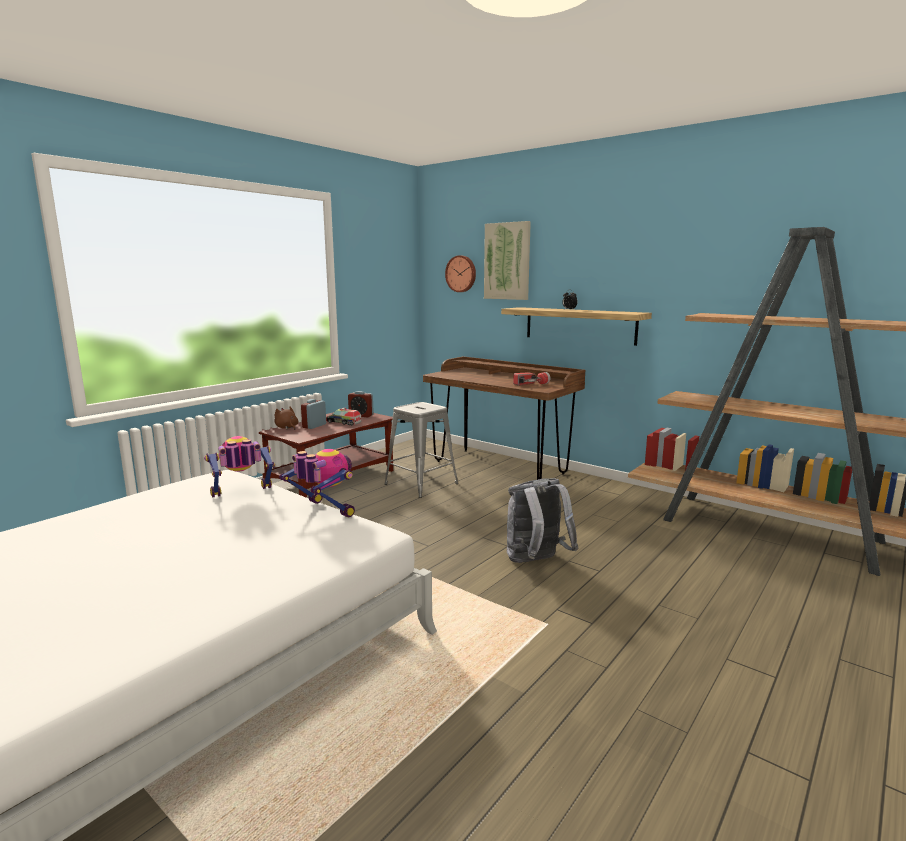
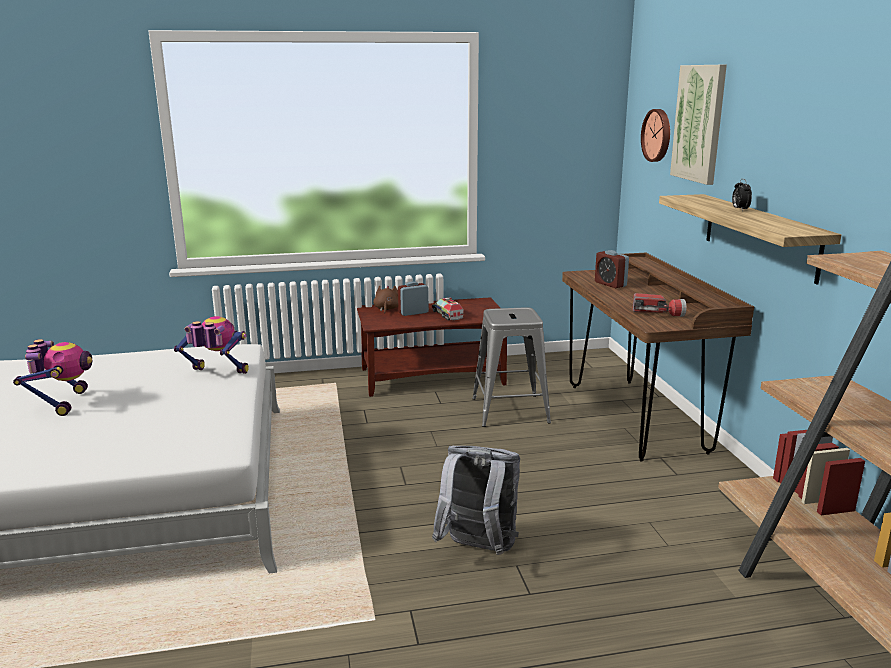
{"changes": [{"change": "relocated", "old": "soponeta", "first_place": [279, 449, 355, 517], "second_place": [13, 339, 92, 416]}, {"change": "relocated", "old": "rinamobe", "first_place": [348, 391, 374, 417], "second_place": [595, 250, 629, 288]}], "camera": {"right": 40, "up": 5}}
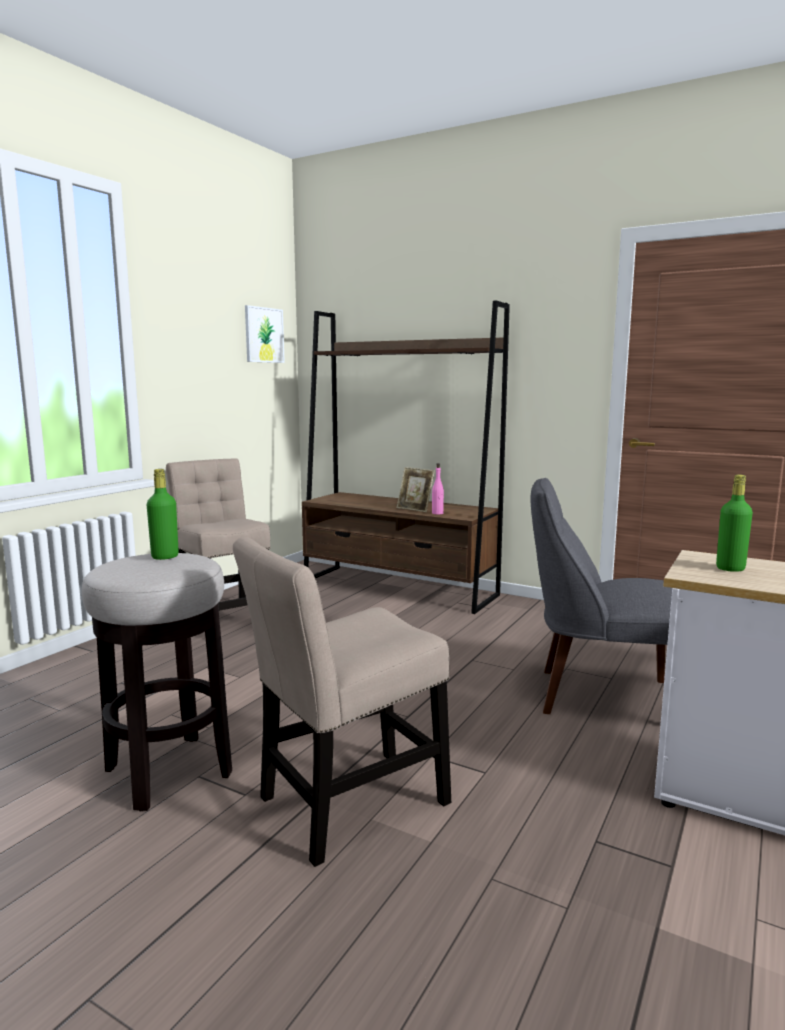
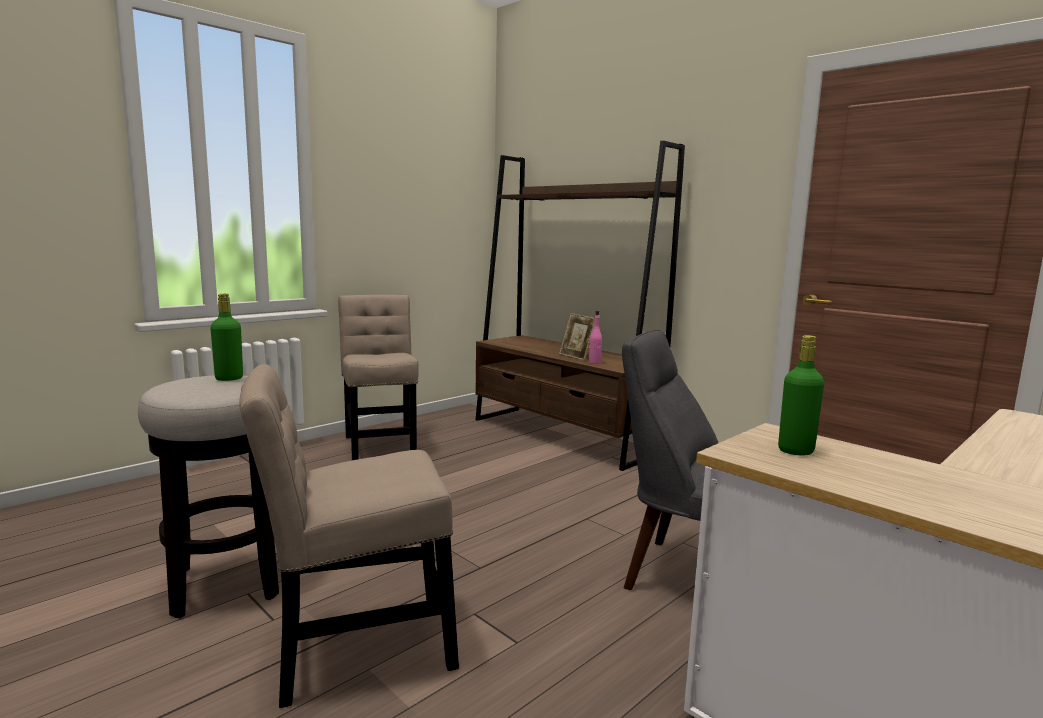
{"changes": [{"change": "missing", "old": "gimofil", "first_place": [245, 305, 285, 363]}], "camera": {"right": 15, "up": 0}}
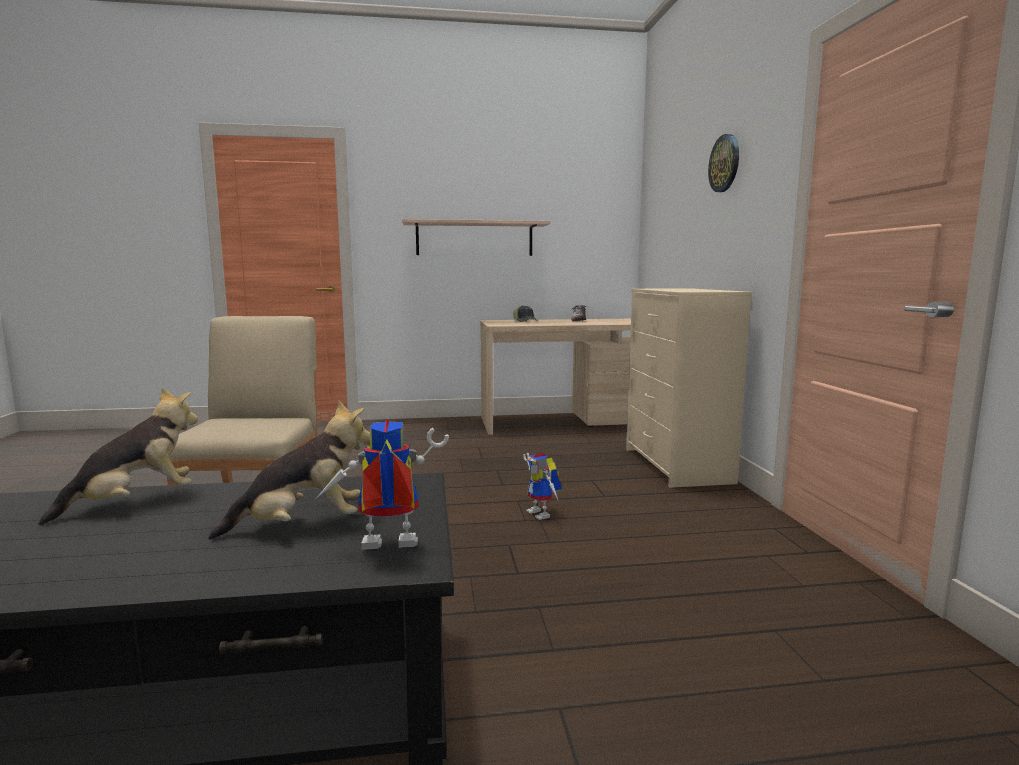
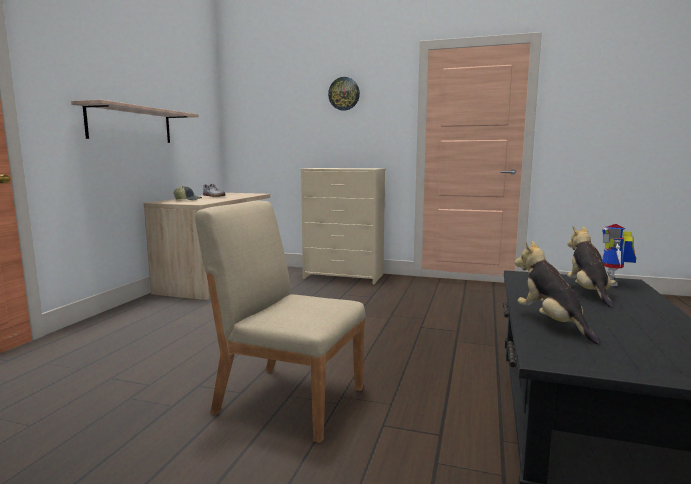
{"changes": [{"change": "missing", "old": "soponeta", "first_place": [523, 453, 562, 520]}], "camera": {"right": -65, "up": 0}}
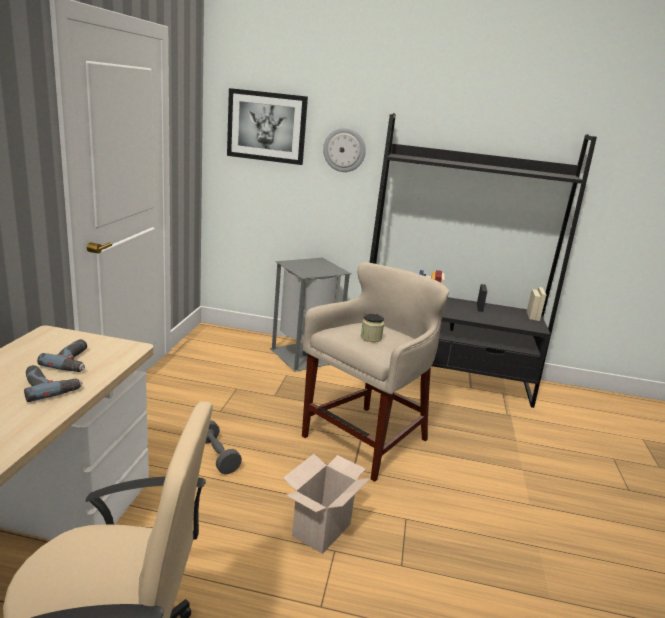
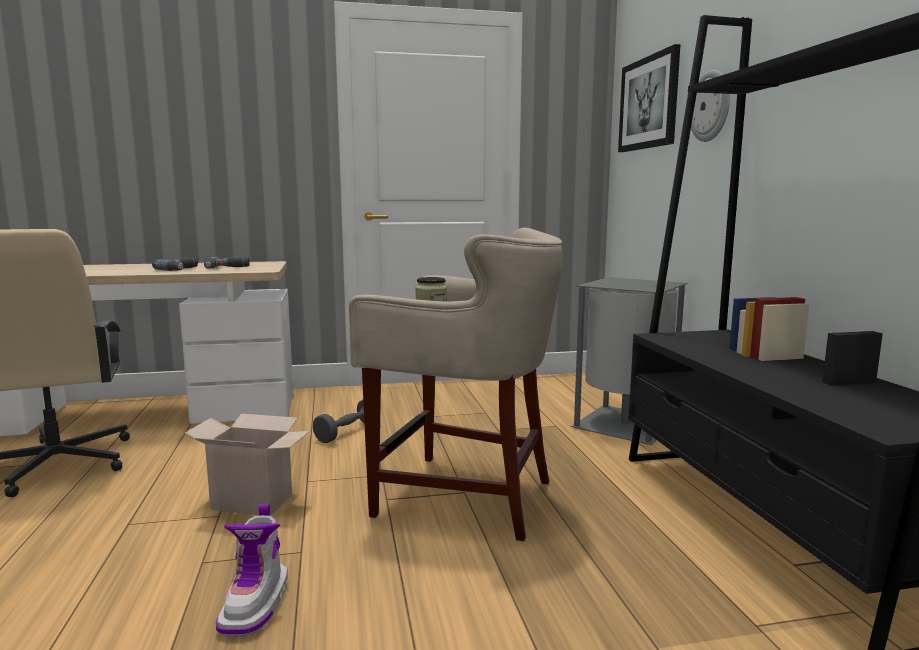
{"changes": [{"change": "appeared", "new": "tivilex", "second_place": [216, 504, 288, 637]}], "camera": {"right": 70, "up": -10}}
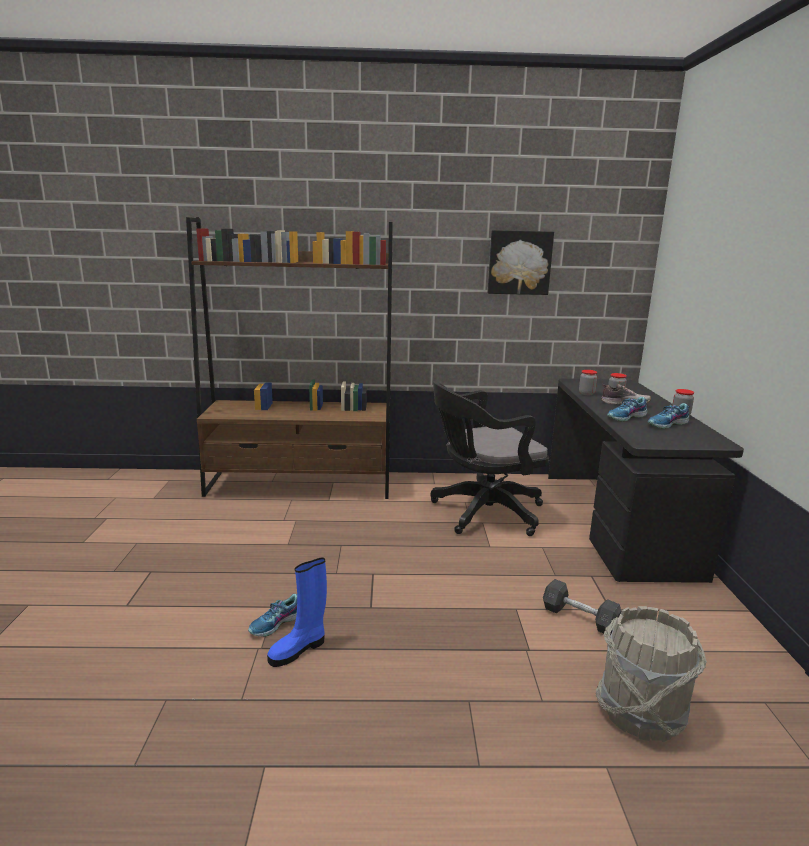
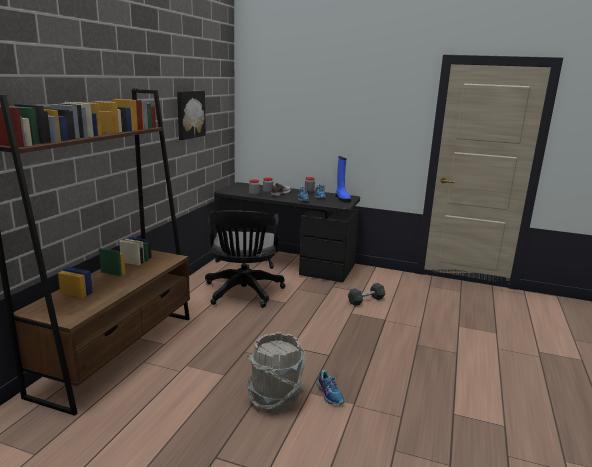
{"changes": [{"change": "relocated", "old": "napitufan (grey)", "first_place": [596, 606, 707, 742], "second_place": [247, 332, 306, 413]}, {"change": "relocated", "old": "tivilex (blue)", "first_place": [267, 557, 327, 667], "second_place": [336, 156, 351, 203]}], "camera": {"right": -70, "up": 0}}
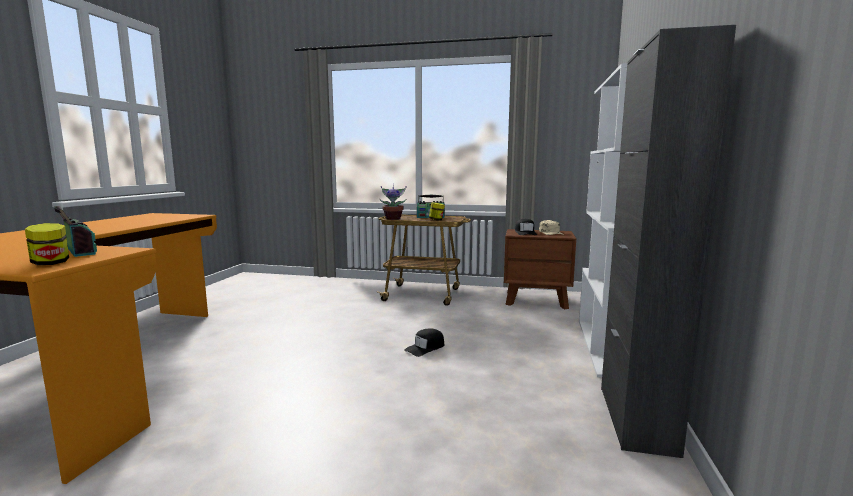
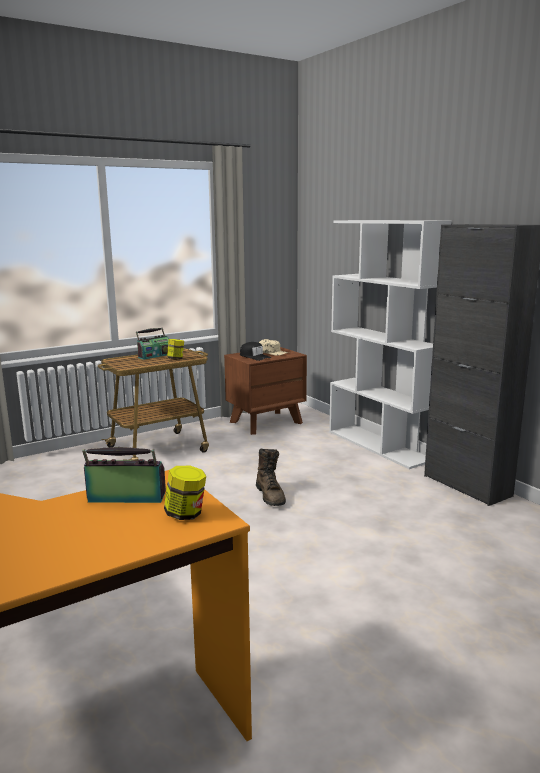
{"changes": [{"change": "exchanged", "old": "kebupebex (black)", "new": "tivilex (brown)", "first_place": [404, 328, 444, 357], "second_place": [256, 449, 286, 506]}, {"change": "missing", "old": "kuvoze", "first_place": [380, 186, 407, 220]}], "camera": {"right": -45, "up": 5}}
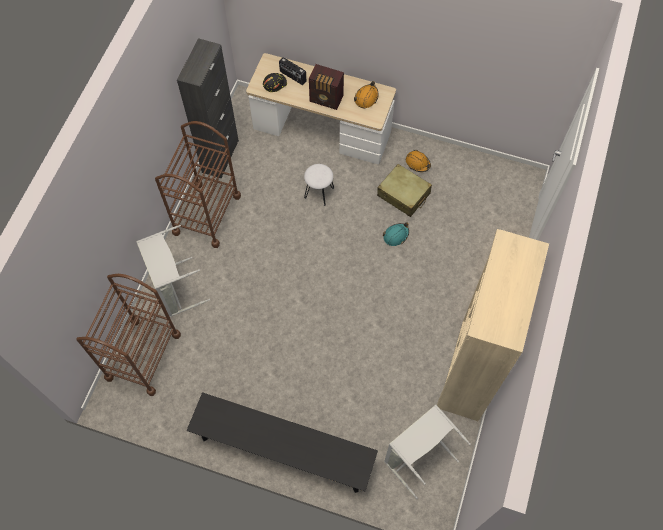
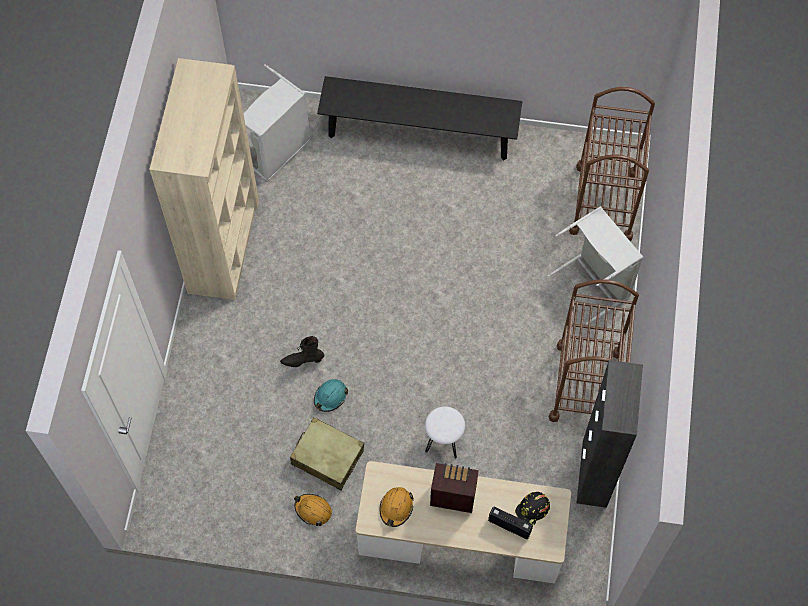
{"changes": [{"change": "appeared", "new": "tivilex (black)", "second_place": [280, 336, 324, 367]}], "camera": {"right": 170, "up": 0}}
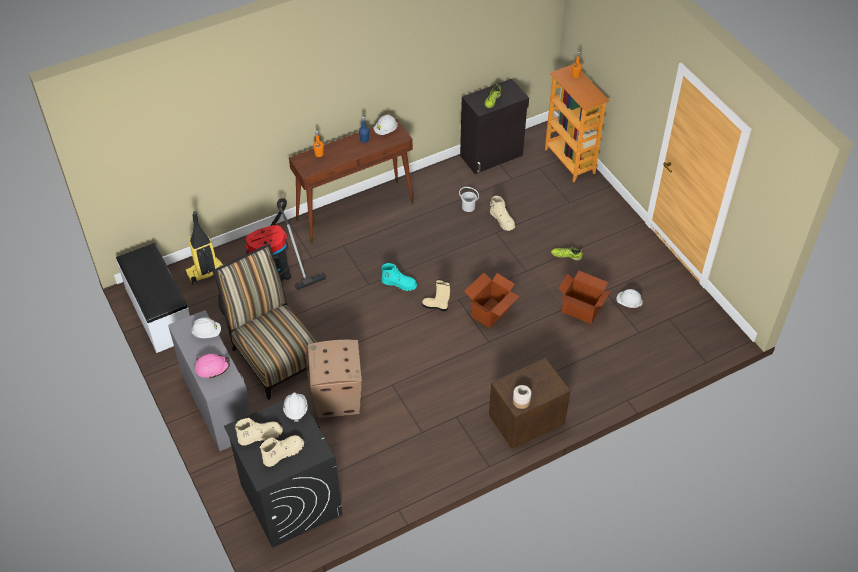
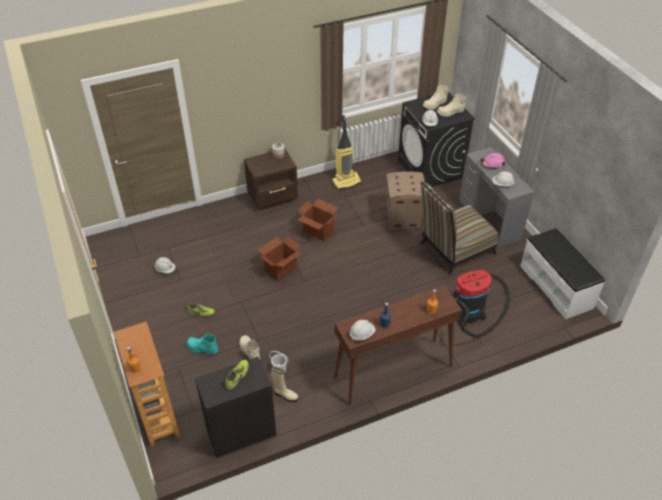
{"changes": [{"change": "relocated", "old": "tivilex (turquoise)", "first_place": [382, 263, 417, 291], "second_place": [187, 333, 218, 354]}, {"change": "relocated", "old": "tivilex (beige)", "first_place": [422, 280, 450, 311], "second_place": [271, 367, 298, 402]}, {"change": "relocated", "old": "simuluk", "first_place": [558, 271, 611, 324], "second_place": [298, 198, 338, 241]}, {"change": "relocated", "old": "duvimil", "first_place": [185, 211, 223, 284], "second_place": [332, 115, 362, 190]}, {"change": "spun", "old": "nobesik", "first_place": [212, 243, 317, 400], "second_place": [420, 182, 498, 275], "degrees": 90}], "camera": {"right": -175, "up": -5}}
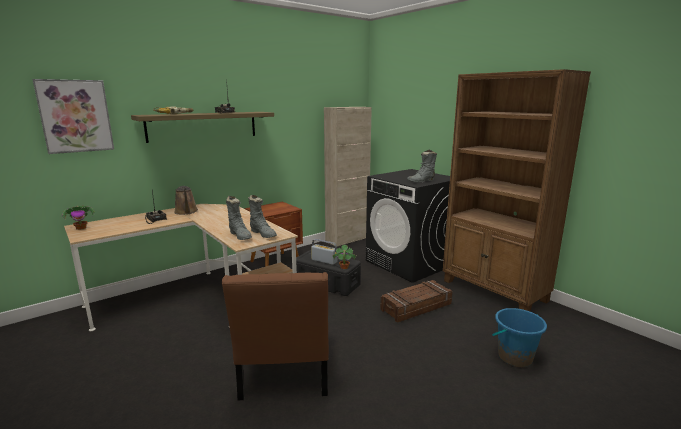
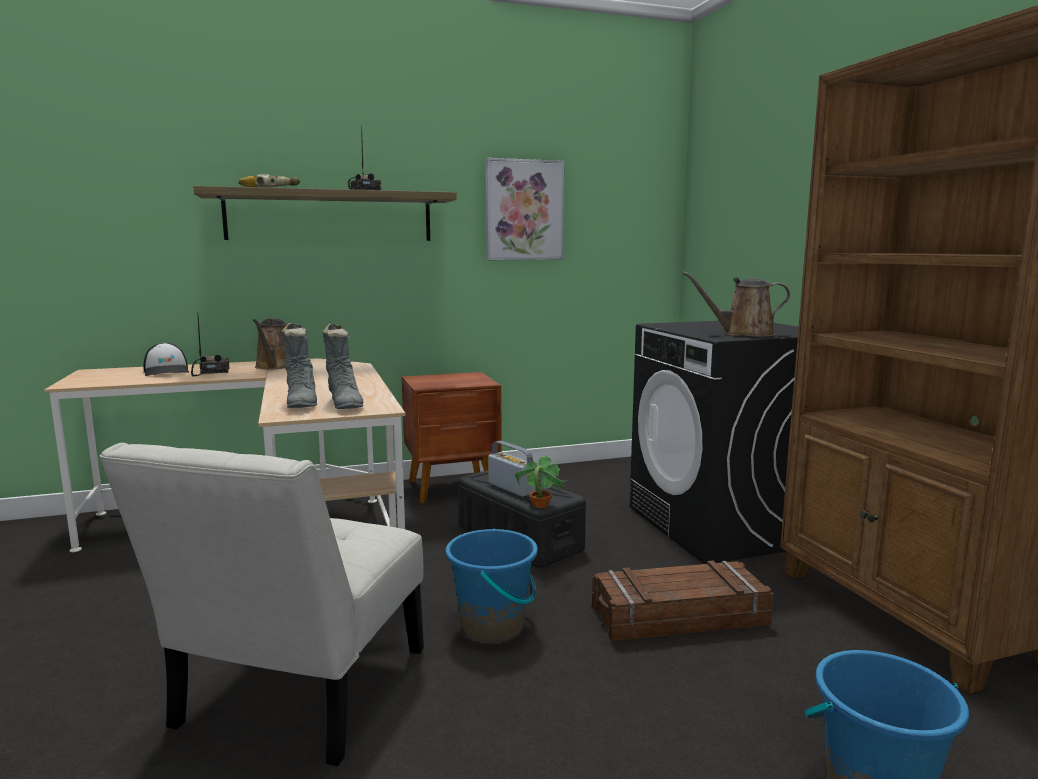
{"changes": [{"change": "colour", "old": "nobesik (brown)", "new": "nobesik (white)", "first_place": [222, 272, 329, 400], "second_place": [100, 443, 424, 766]}, {"change": "appeared", "new": "kebupebex", "second_place": [143, 343, 189, 376]}, {"change": "appeared", "new": "napitufan (blue)", "second_place": [446, 529, 538, 641]}, {"change": "relocated", "old": "gimofil", "first_place": [32, 79, 114, 154], "second_place": [485, 158, 564, 260]}, {"change": "exchanged", "old": "tivilex (grey)", "new": "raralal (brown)", "first_place": [407, 150, 437, 182], "second_place": [682, 271, 790, 337]}, {"change": "missing", "old": "kuvoze", "first_place": [61, 206, 95, 230]}, {"change": "missing", "old": "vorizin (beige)", "first_place": [324, 107, 372, 247]}], "camera": {"right": 20, "up": -5}}
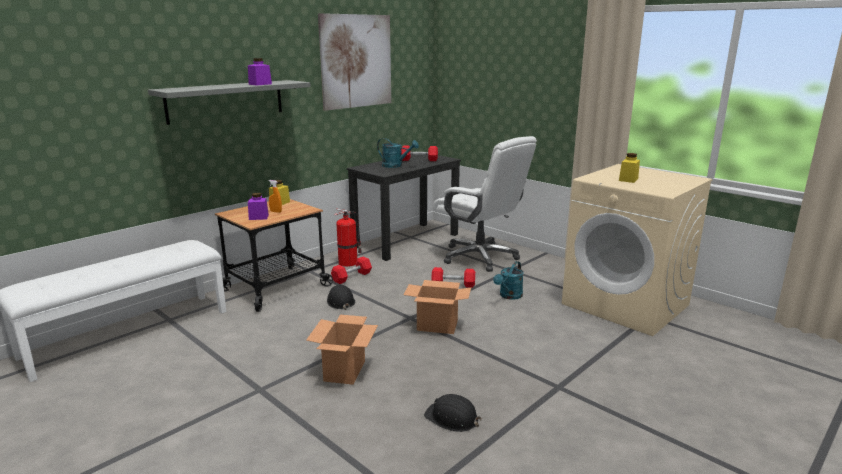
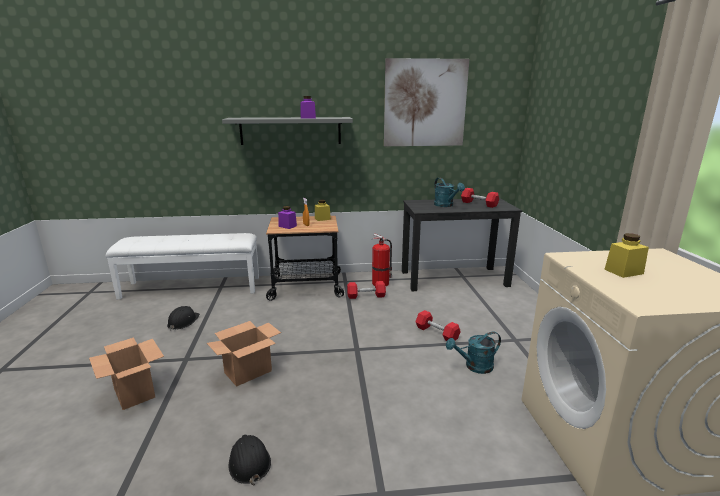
{"changes": [{"change": "relocated", "old": "simuluk", "first_place": [404, 280, 471, 334], "second_place": [89, 337, 164, 410]}, {"change": "relocated", "old": "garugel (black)", "first_place": [327, 285, 355, 310], "second_place": [167, 306, 200, 330]}, {"change": "missing", "old": "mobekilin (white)", "first_place": [433, 136, 537, 272]}], "camera": {"right": 40, "up": 0}}
